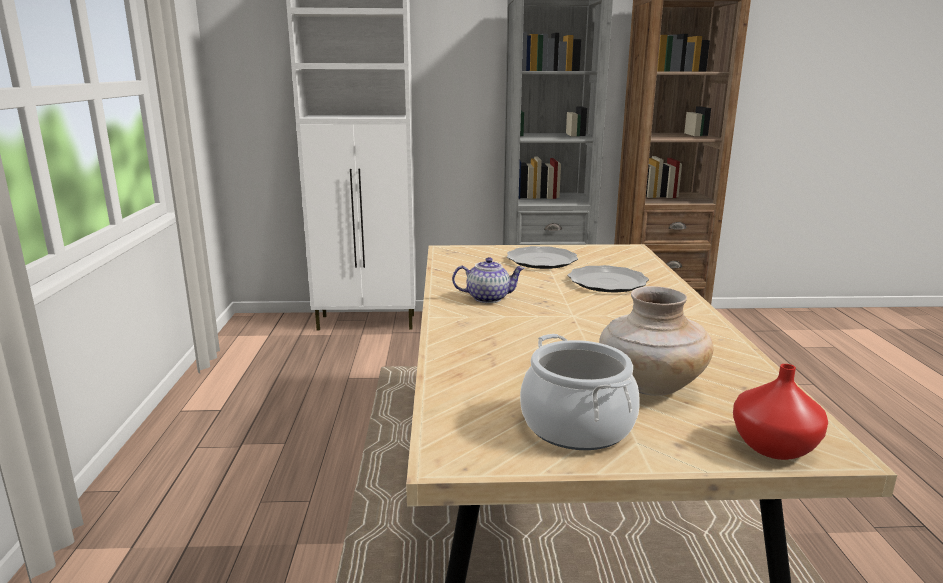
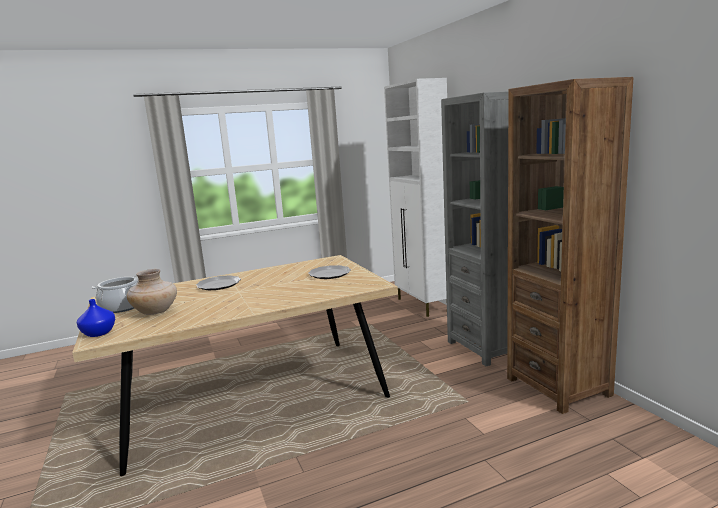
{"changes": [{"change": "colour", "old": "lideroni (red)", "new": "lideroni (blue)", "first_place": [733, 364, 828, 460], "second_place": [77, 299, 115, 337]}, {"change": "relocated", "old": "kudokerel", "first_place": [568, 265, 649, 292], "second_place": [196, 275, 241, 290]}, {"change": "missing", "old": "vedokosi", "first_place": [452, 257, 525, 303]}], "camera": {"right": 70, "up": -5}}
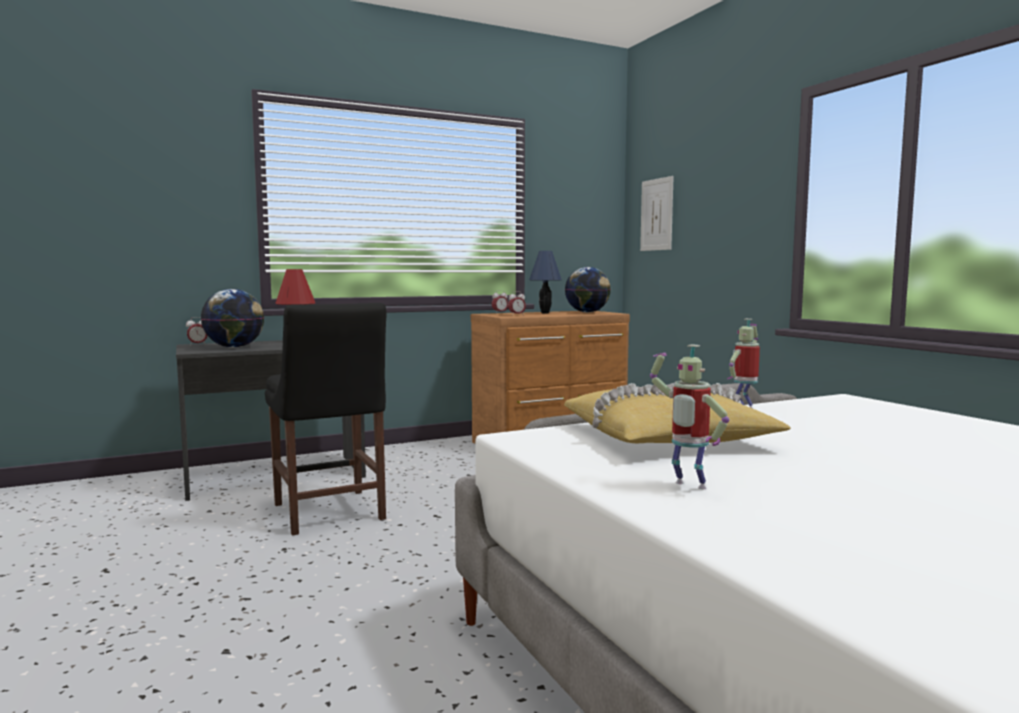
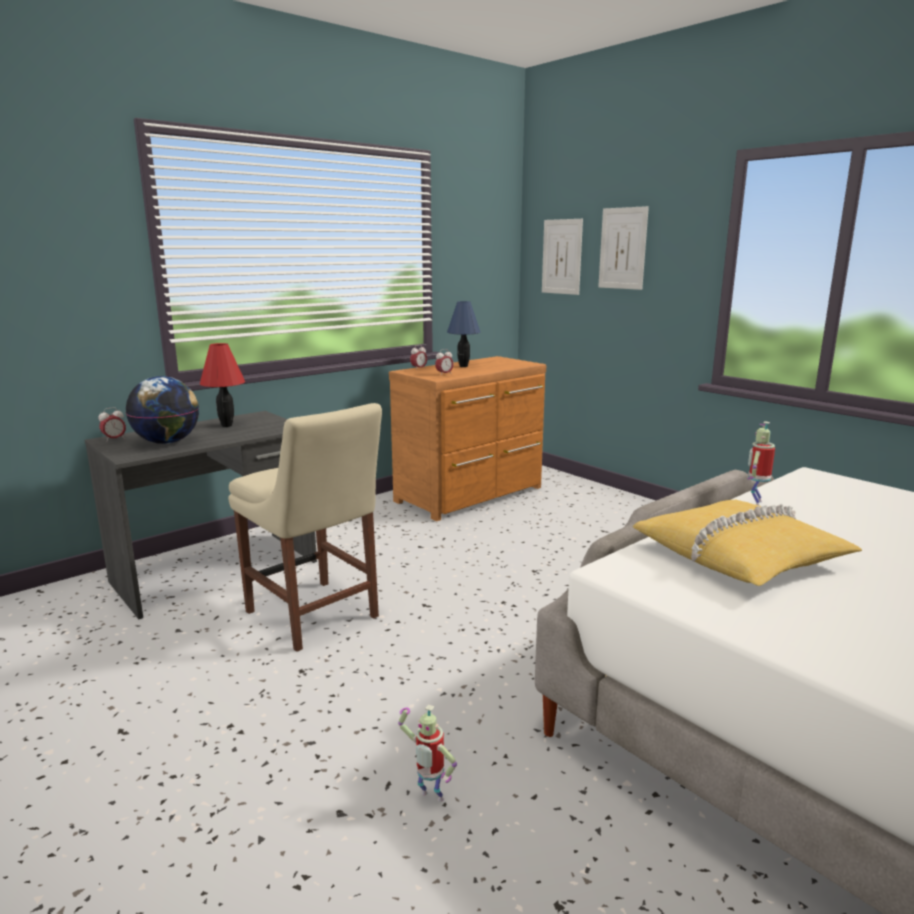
{"changes": [{"change": "colour", "old": "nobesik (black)", "new": "nobesik (beige)", "first_place": [265, 303, 387, 536], "second_place": [228, 403, 382, 652]}, {"change": "relocated", "old": "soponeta", "first_place": [650, 344, 729, 489], "second_place": [398, 705, 457, 802]}, {"change": "appeared", "new": "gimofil", "second_place": [598, 206, 649, 290]}, {"change": "missing", "old": "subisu", "first_place": [565, 267, 611, 313]}], "camera": {"right": -15, "up": 10}}
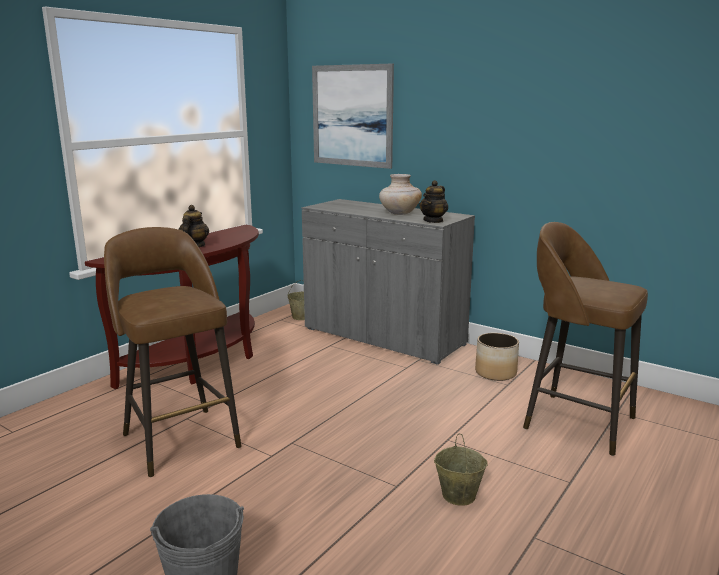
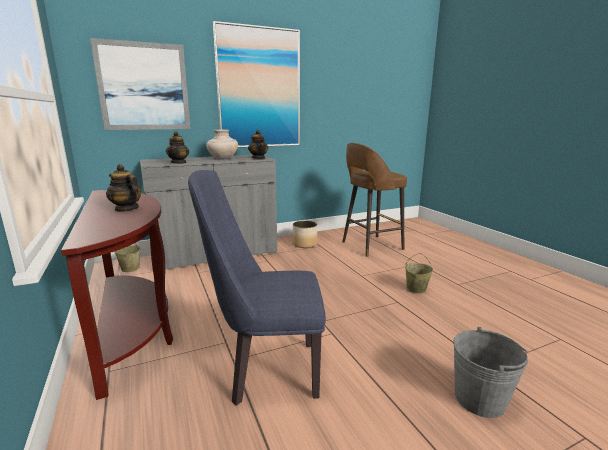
{"changes": [{"change": "appeared", "new": "vedokosi", "second_place": [166, 131, 189, 164]}, {"change": "exchanged", "old": "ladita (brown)", "new": "nobesik (blue)", "first_place": [104, 227, 242, 477], "second_place": [188, 170, 326, 406]}, {"change": "appeared", "new": "gimofil", "second_place": [213, 21, 300, 147]}], "camera": {"right": -60, "up": 0}}
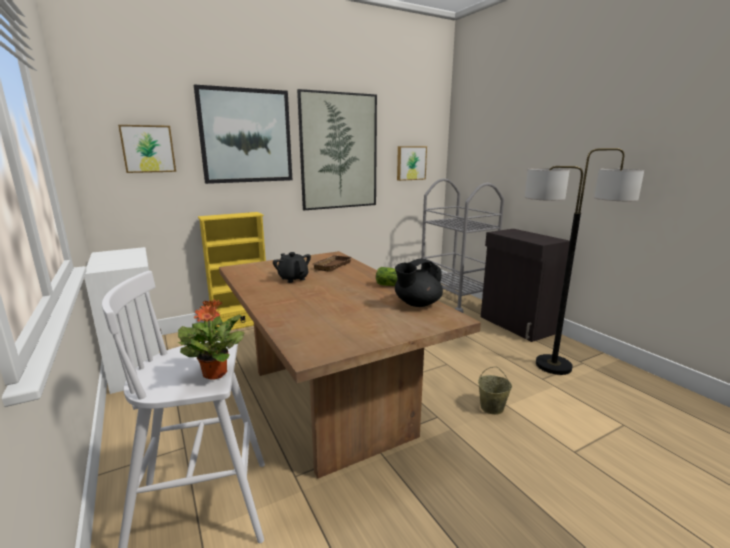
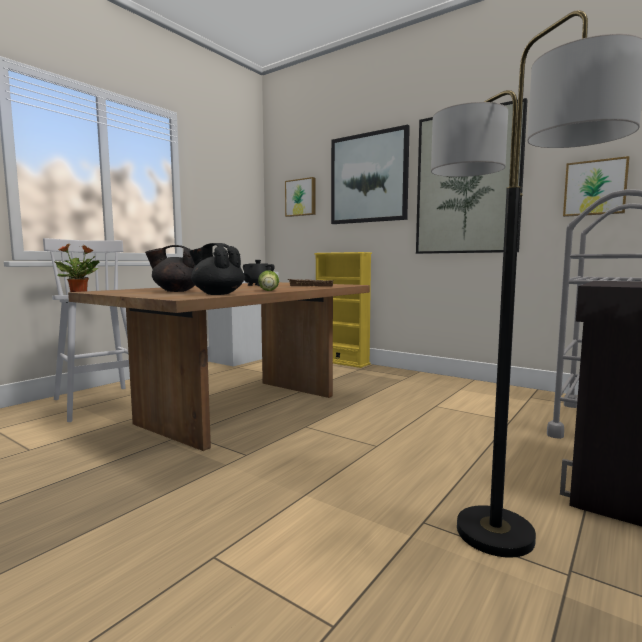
{"changes": [{"change": "appeared", "new": "vedokosi (black)", "second_place": [145, 245, 195, 292]}, {"change": "missing", "old": "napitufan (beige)", "first_place": [478, 366, 512, 415]}], "camera": {"right": 65, "up": -10}}
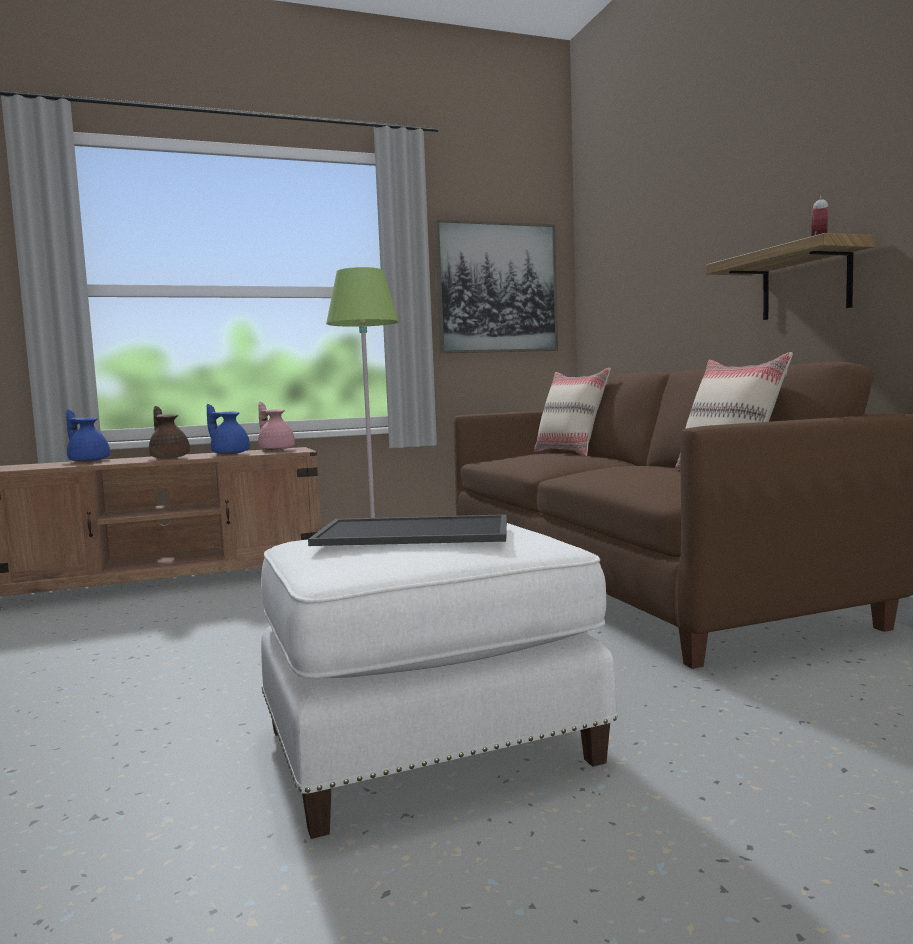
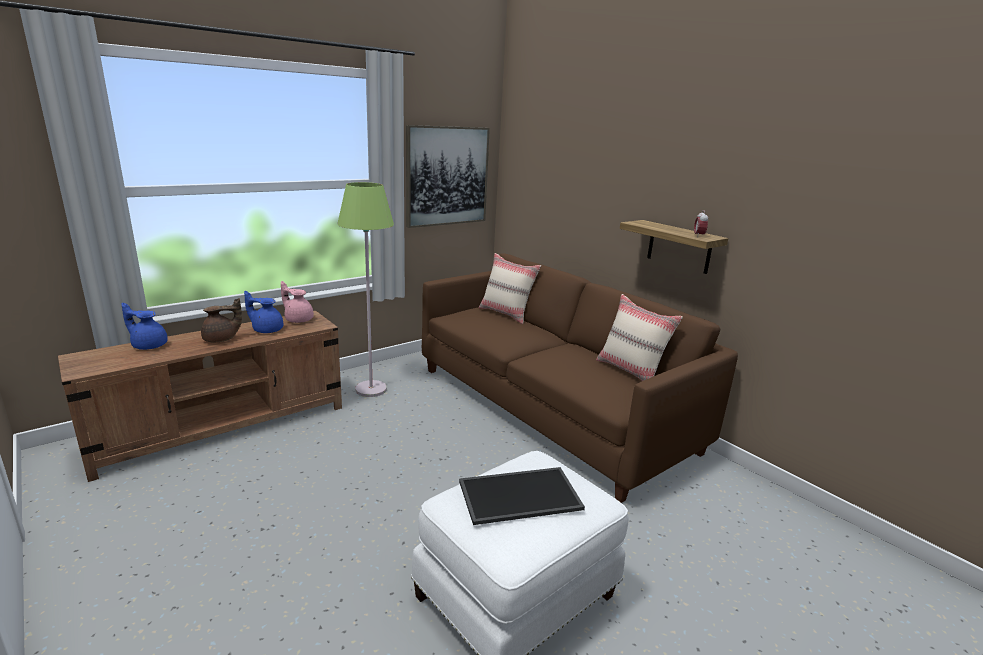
{"changes": [{"change": "spun", "old": "vedokosi (brown)", "first_place": [149, 406, 190, 459], "second_place": [201, 298, 242, 342], "degrees": 120}], "camera": {"right": -20, "up": 15}}
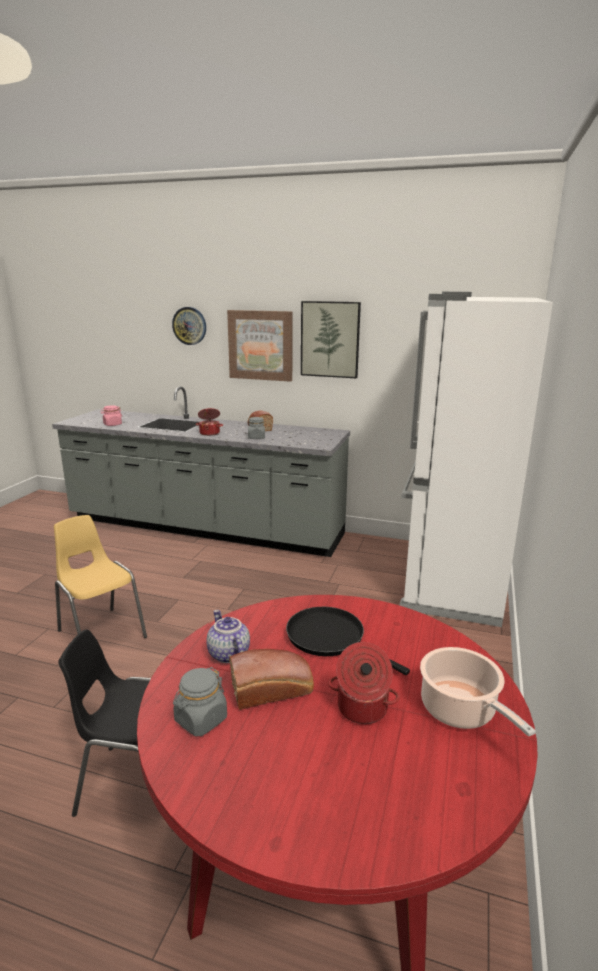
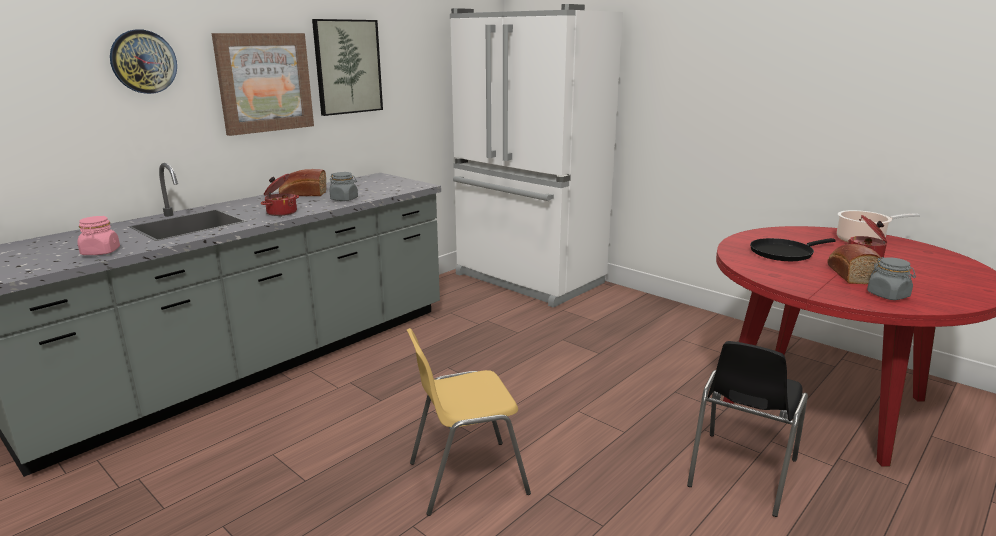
{"changes": [{"change": "missing", "old": "vedokosi", "first_place": [206, 610, 250, 663]}], "camera": {"right": -65, "up": 0}}
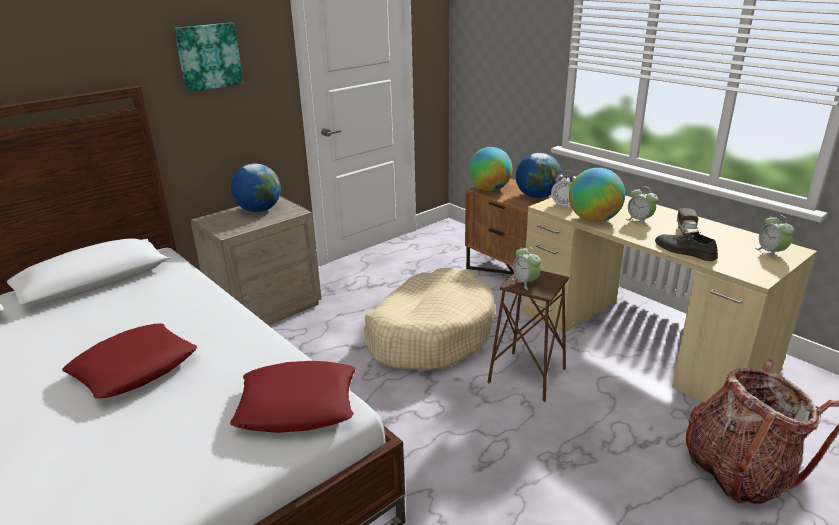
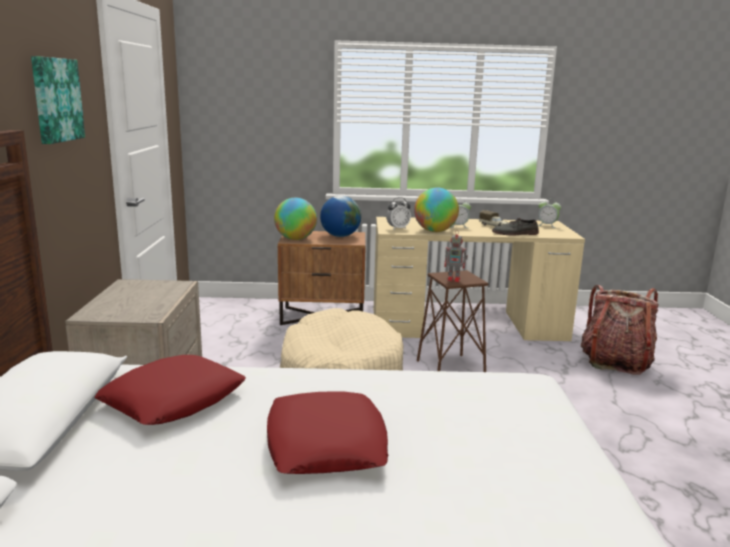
{"changes": [{"change": "relocated", "old": "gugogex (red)", "first_place": [230, 361, 356, 433], "second_place": [94, 355, 246, 425]}, {"change": "exchanged", "old": "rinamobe", "new": "soponeta", "first_place": [512, 246, 541, 290], "second_place": [444, 231, 468, 282]}, {"change": "missing", "old": "subisu", "first_place": [231, 164, 281, 212]}], "camera": {"right": -50, "up": -10}}
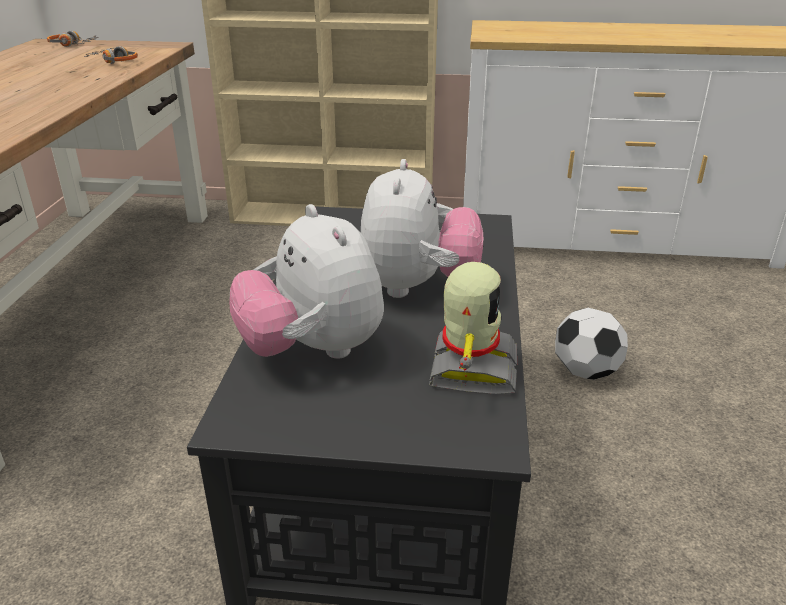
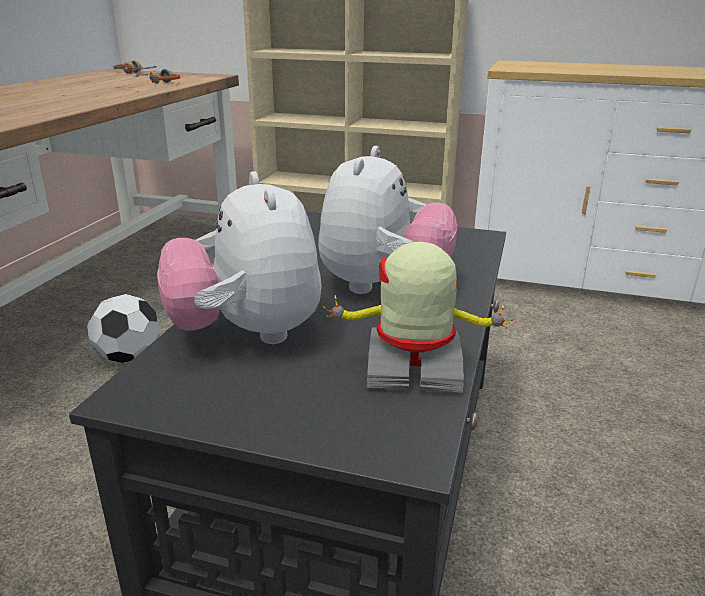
{"changes": [{"change": "relocated", "old": "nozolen", "first_place": [555, 308, 628, 380], "second_place": [87, 294, 159, 363]}, {"change": "spun", "old": "soponeta", "first_place": [429, 262, 517, 395], "second_place": [323, 242, 514, 393], "degrees": -105}], "camera": {"right": 10, "up": -5}}
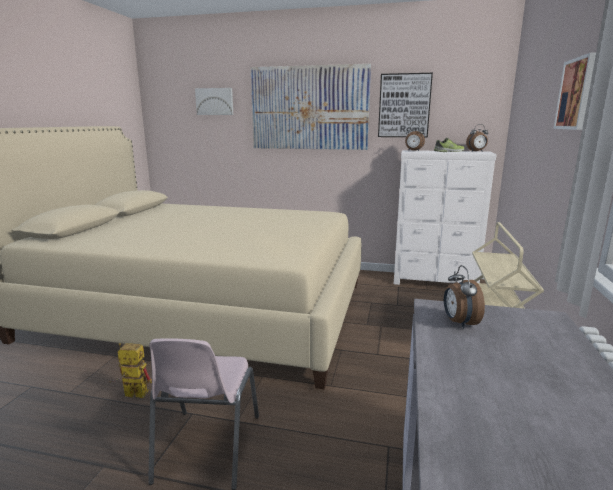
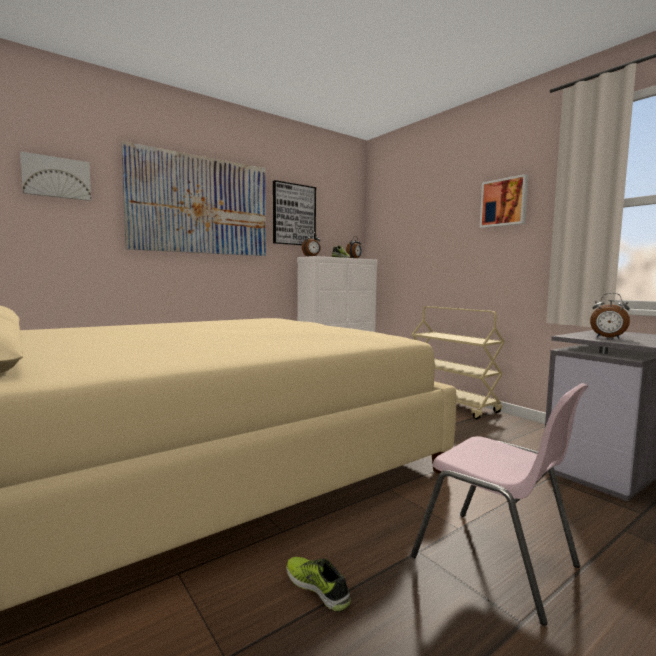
{"changes": [{"change": "exchanged", "old": "soponeta", "new": "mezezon", "first_place": [109, 343, 152, 398], "second_place": [286, 557, 351, 612]}], "camera": {"right": -50, "up": -10}}
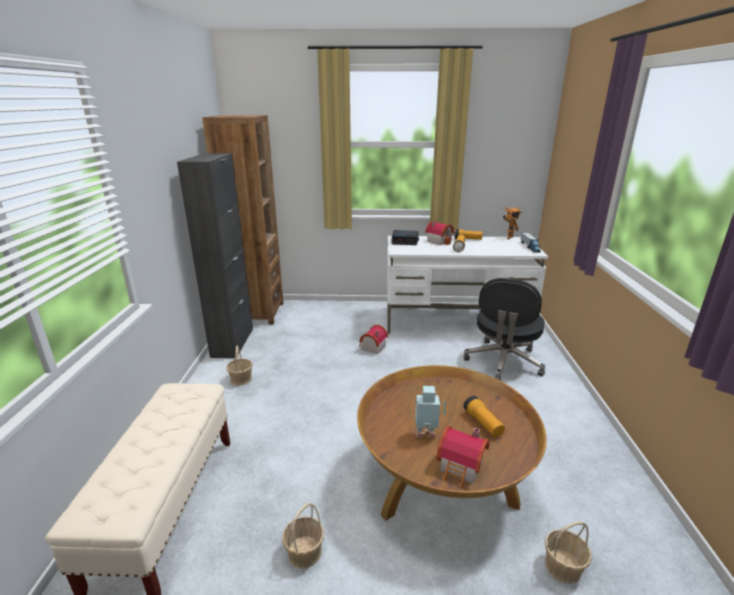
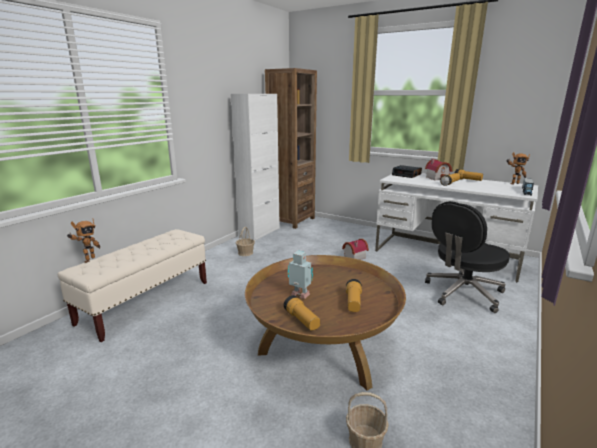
{"changes": [{"change": "appeared", "new": "soponeta", "second_place": [68, 220, 100, 263]}, {"change": "colour", "old": "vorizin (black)", "new": "vorizin (white)", "first_place": [177, 153, 253, 358], "second_place": [231, 94, 280, 241]}, {"change": "exchanged", "old": "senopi", "new": "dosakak", "first_place": [436, 426, 490, 488], "second_place": [284, 295, 320, 331]}, {"change": "missing", "old": "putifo", "first_place": [282, 503, 324, 569]}], "camera": {"right": 30, "up": -5}}
